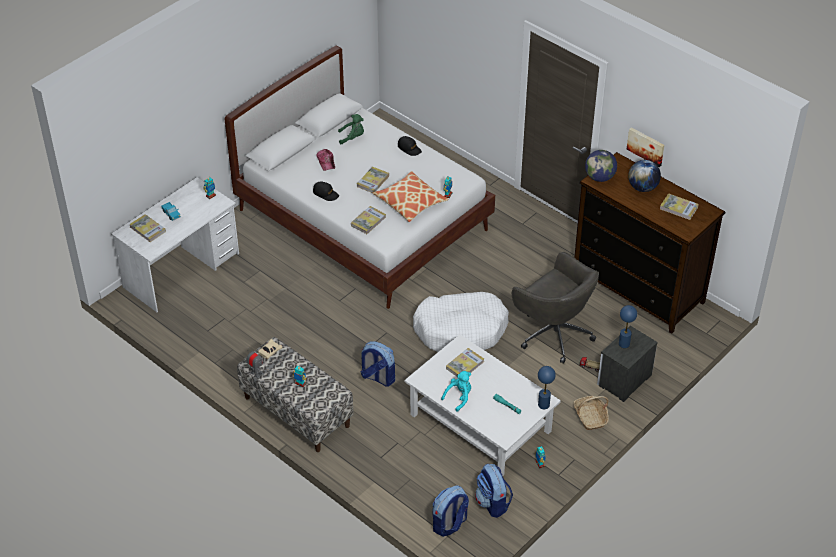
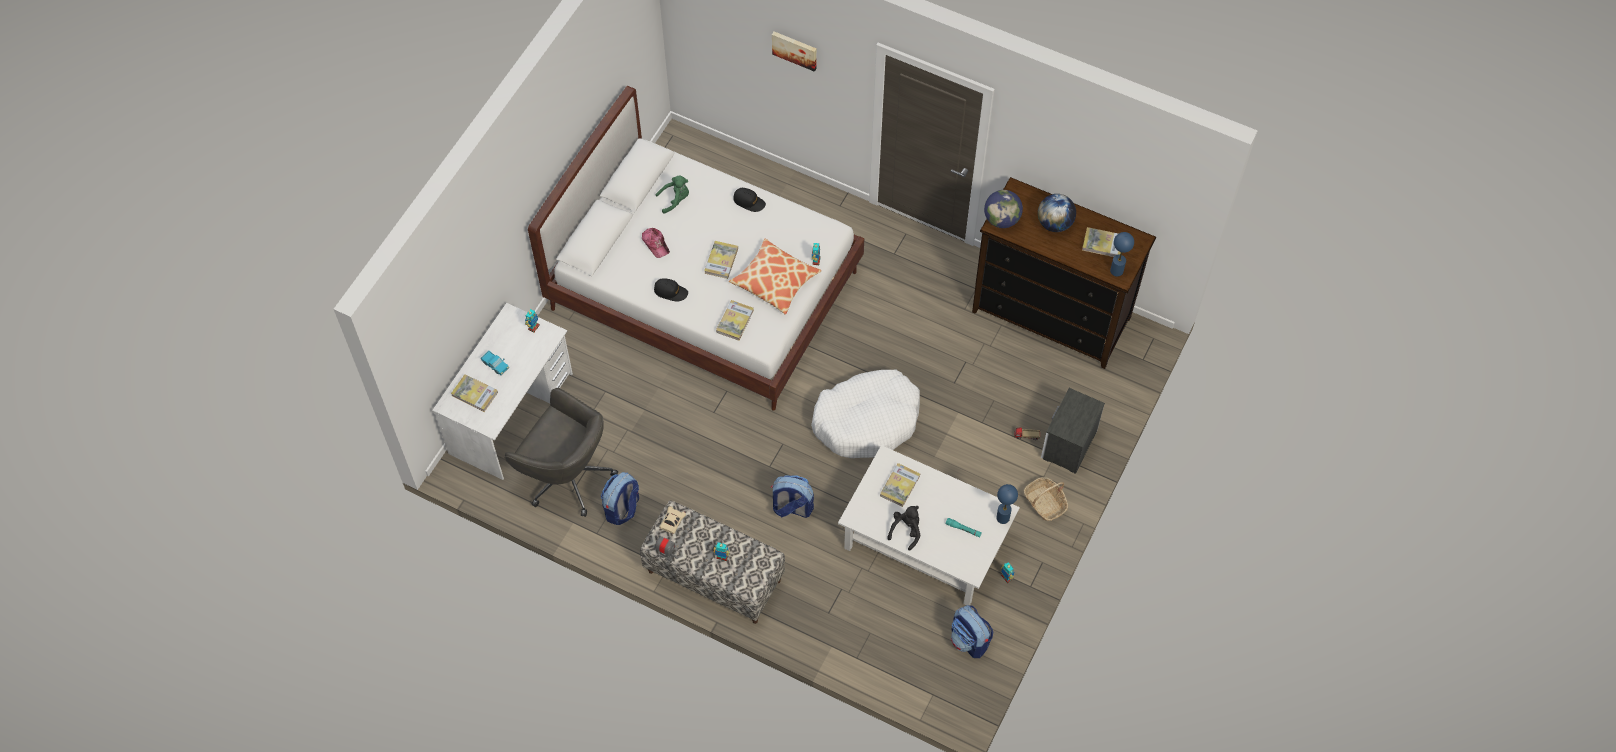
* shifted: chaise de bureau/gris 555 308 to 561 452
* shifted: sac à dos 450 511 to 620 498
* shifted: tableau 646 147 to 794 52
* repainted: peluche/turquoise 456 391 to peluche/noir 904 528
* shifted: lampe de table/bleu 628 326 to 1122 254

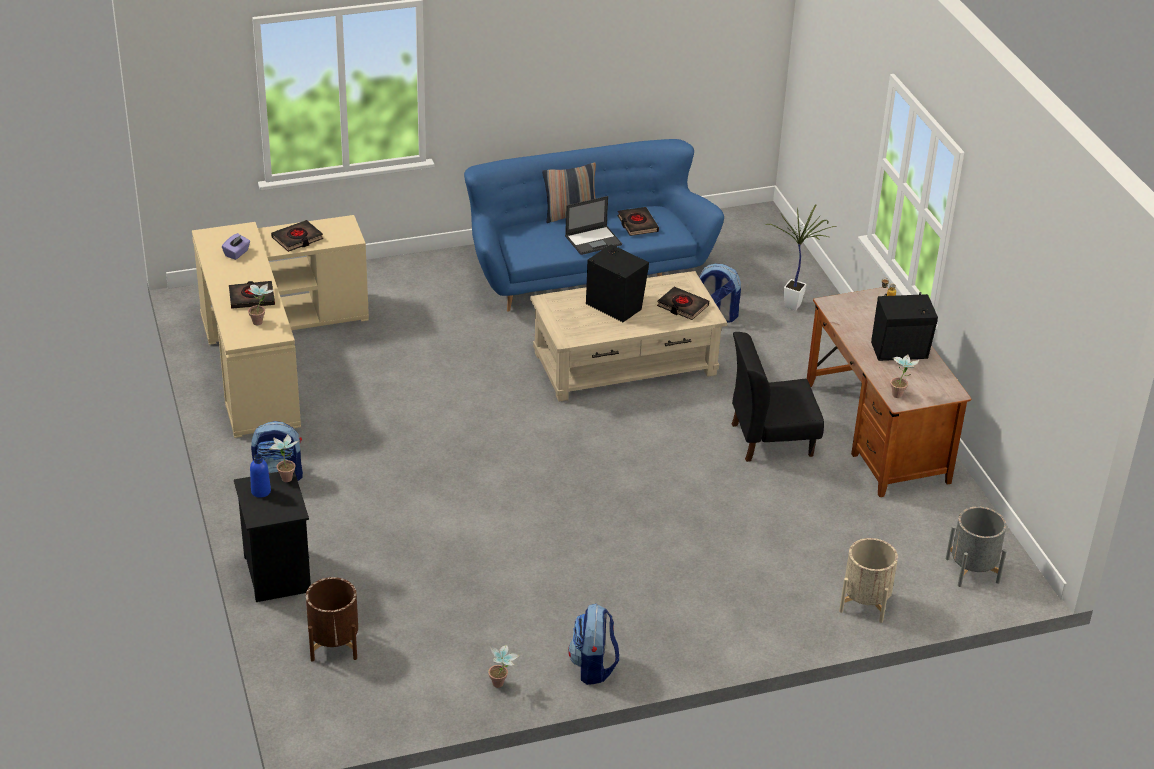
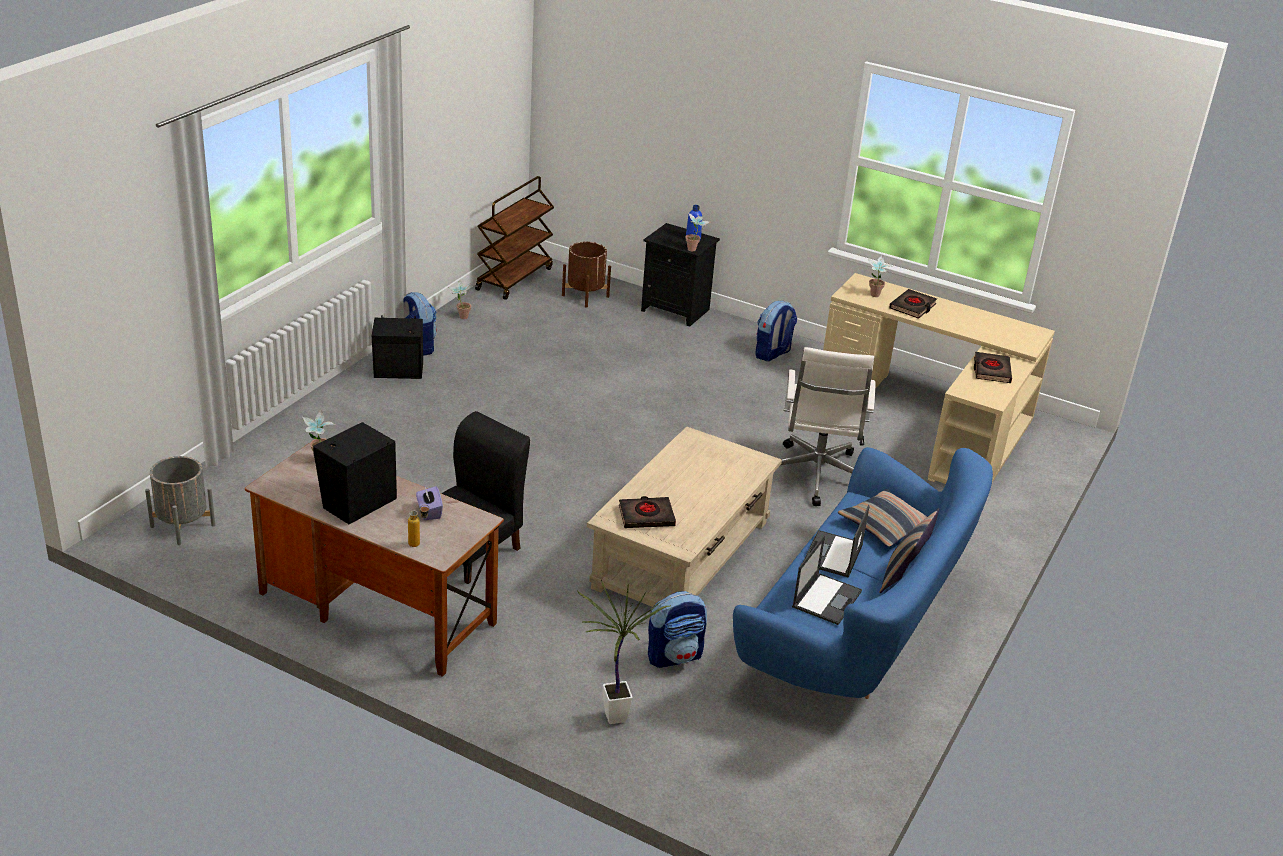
* shifted: enceinte/noir 617 283 to 397 347
* shifted: boîte à mouchoirs/violet 236 246 to 429 503
* new: chariot/marron 514 238
* new: chaise de bureau/blanc 828 426
* swapped: livre/noir 638 221 to ordinateur portable 827 580
* new: coussin 883 518
* gone: cache-pot/beige 868 580

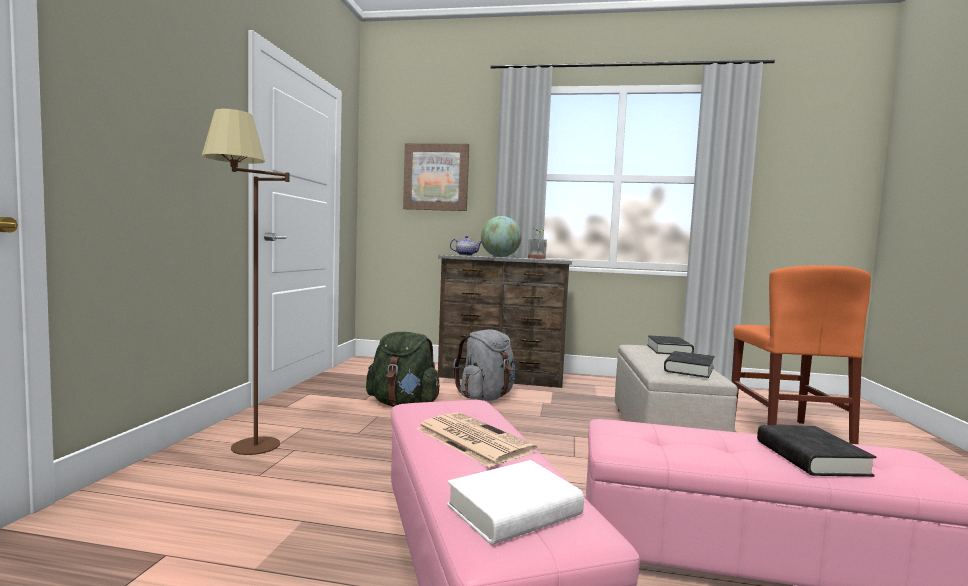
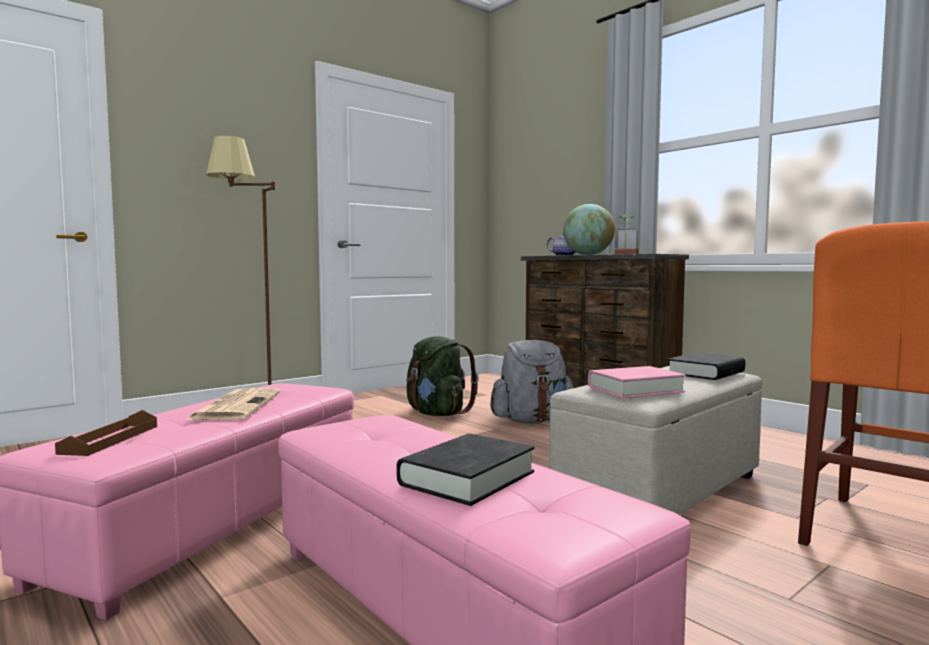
* swapped: livre/blanc 515 502 to plateau/marron 106 433
* repainted: livre/noir 689 364 to livre/rose 637 382
* gone: tableau 436 177

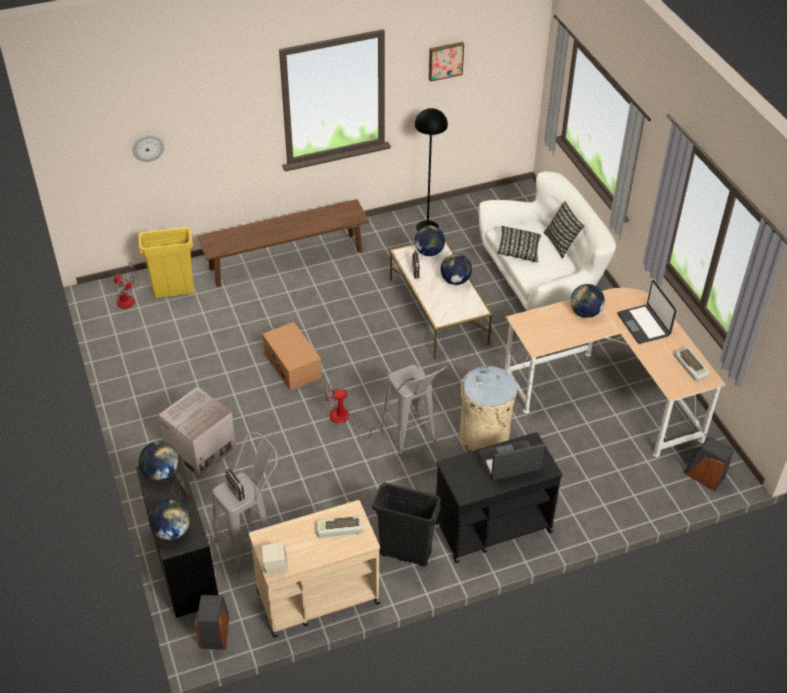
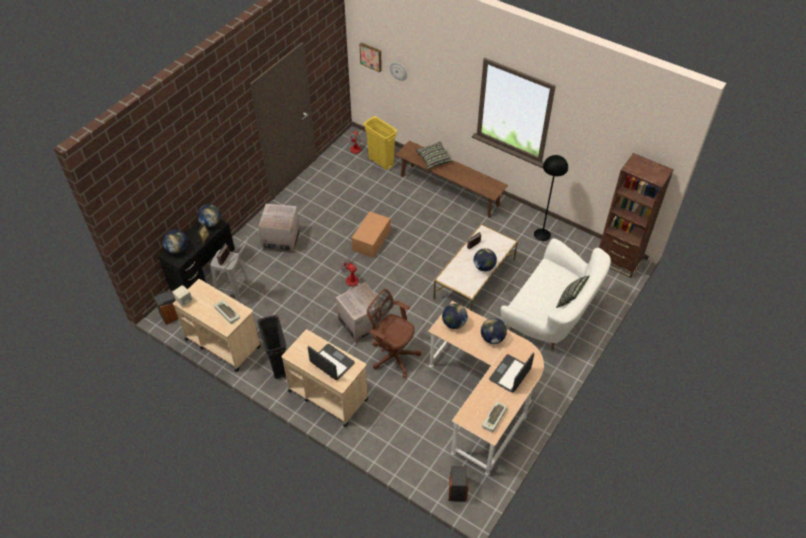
* repainted: chariot/noir 499 497 to chariot/beige 324 378
* swapped: tabouret/gris 413 410 to carton 360 312
* shifted: tableau 446 62 to 370 57
* swapped: poubelle/beige 489 408 to chaise de bureau/marron 394 333
* shifted: coussin 519 244 to 434 155
* shifted: globe 430 241 to 455 316
* new: bibliothèque/marron 636 215

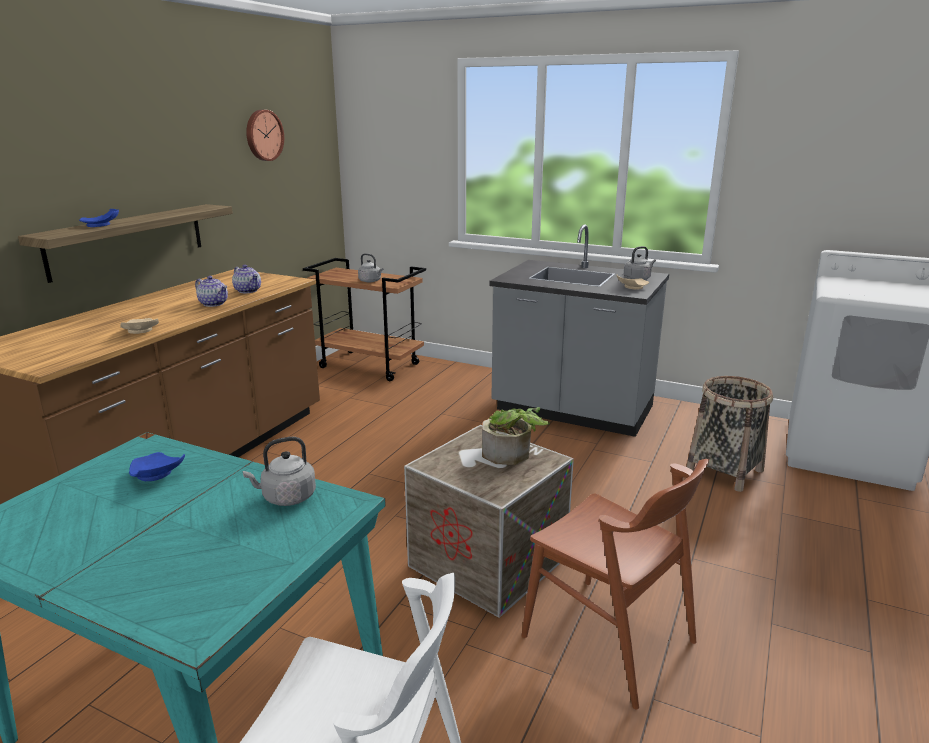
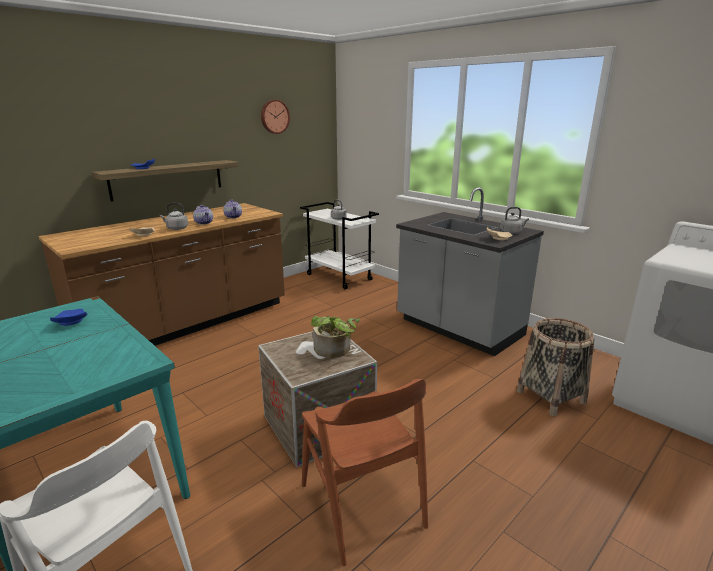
* shifted: bouilloire/gris 279 471 to 174 216
* repainted: chariot/marron 364 319 to chariot/blanc 339 245

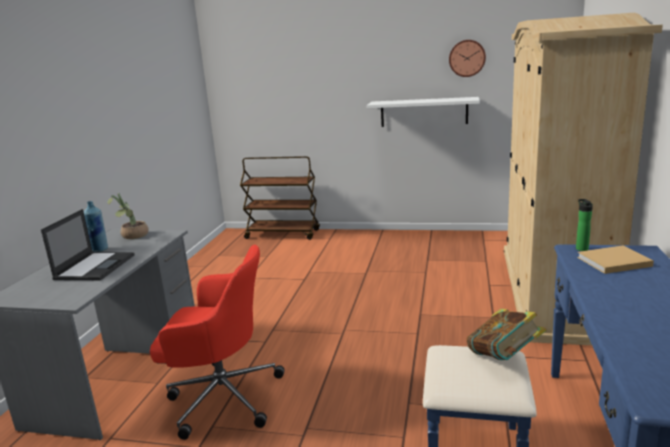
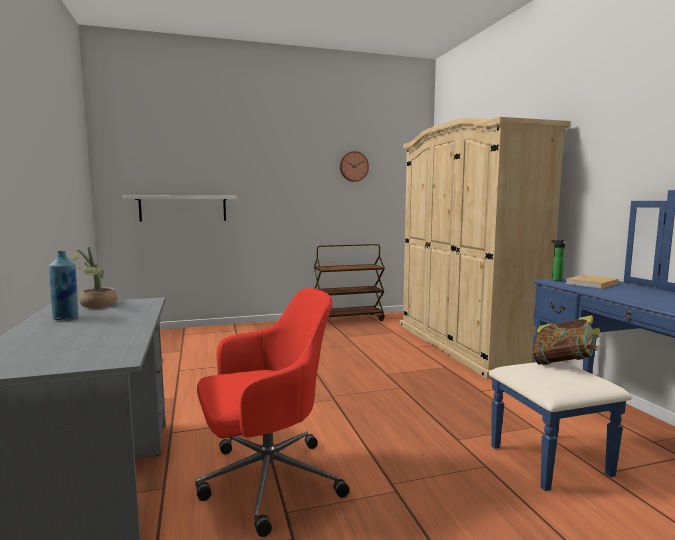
* shifted: étagère/blanc 423 112 to 180 208
* shifted: chariot/marron 280 198 to 349 282
* gone: ordinateur portable 88 244

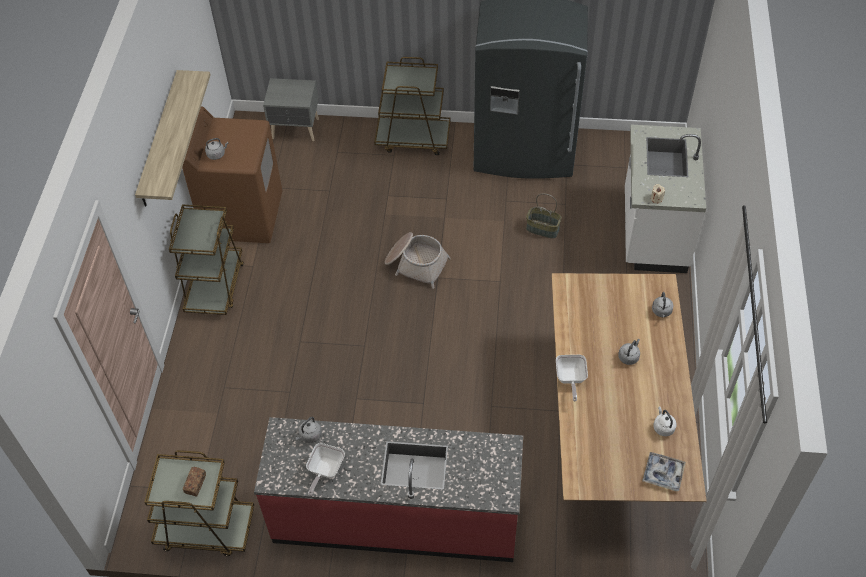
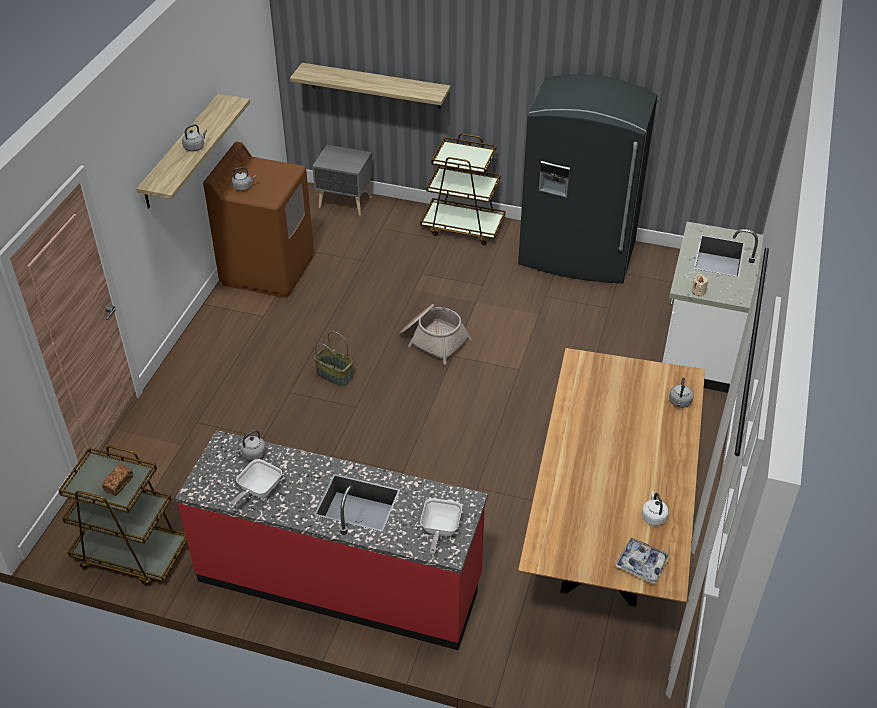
* shifted: bouilloire/gris 629 352 to 194 137
* new: étagère 370 85
* shifted: panier 544 216 to 333 359
* shifted: poêle 572 378 to 441 526
* gone: chariot/marron 206 260

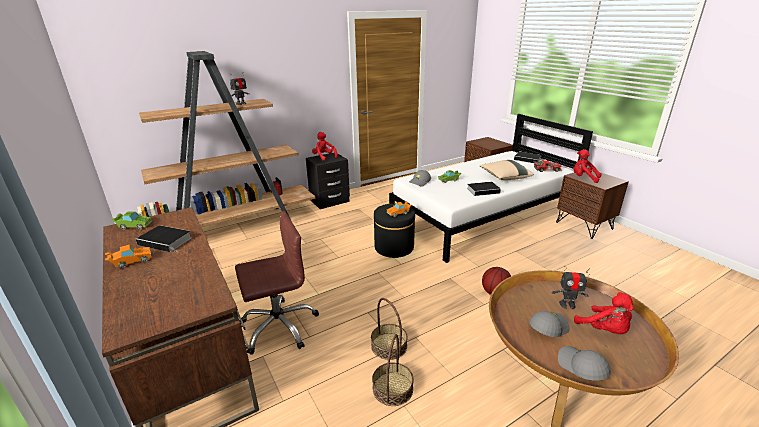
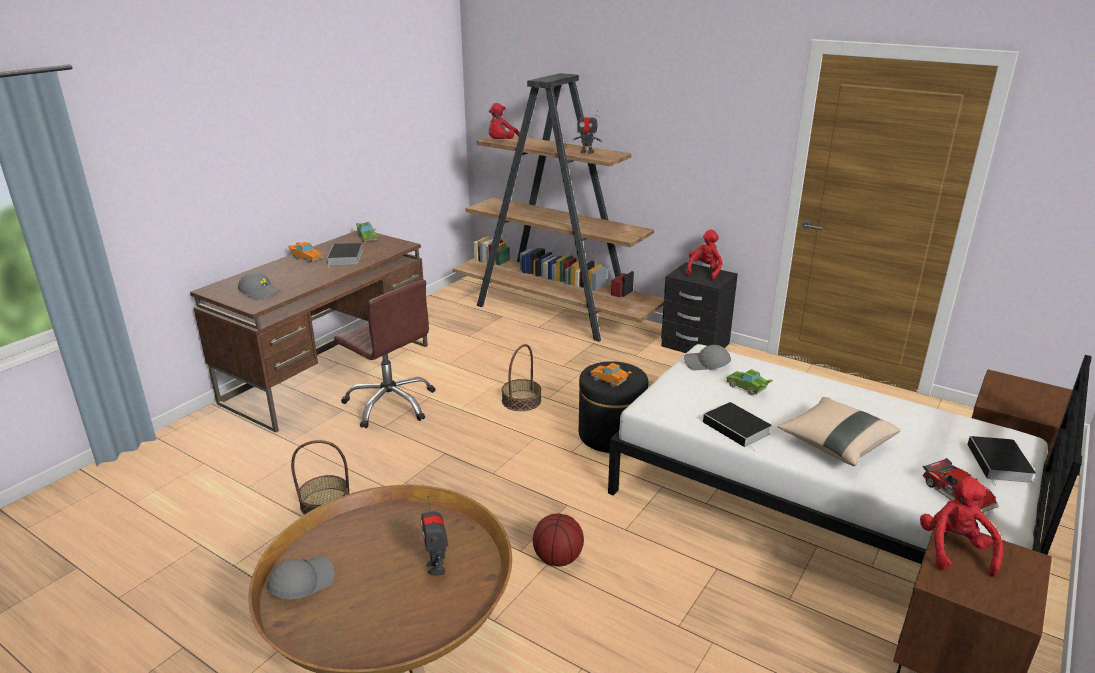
* shifted: casquette/gris 549 324 to 259 286
* shifted: peluche/rouge 603 313 to 504 121
* shifted: panier 389 329 to 521 377

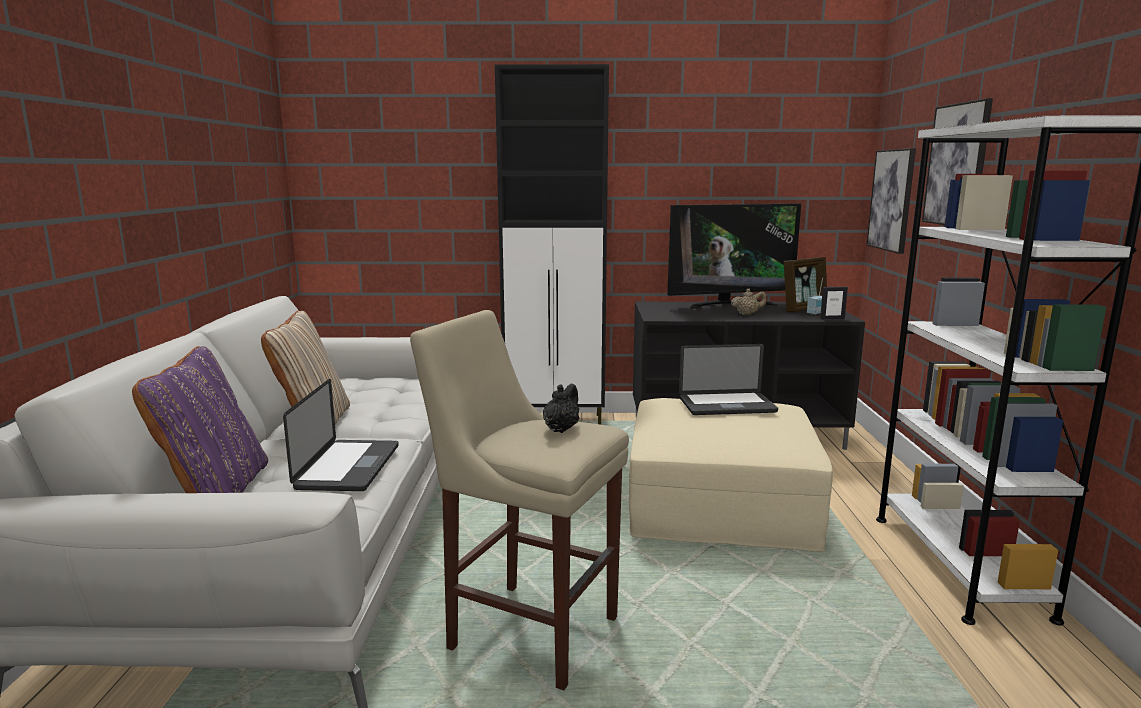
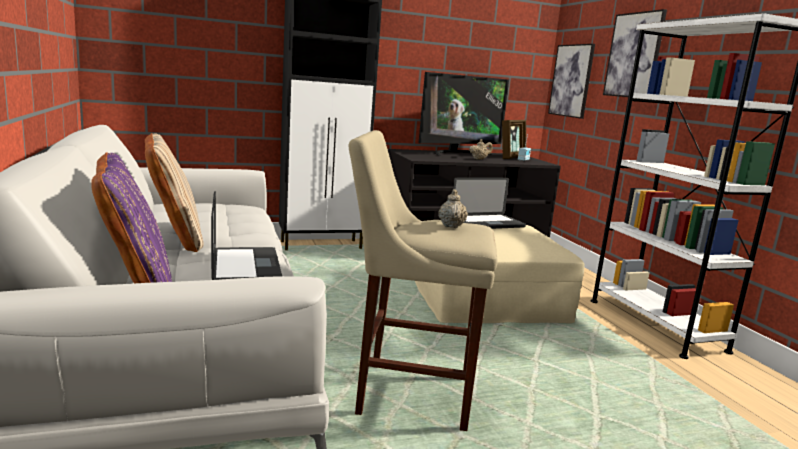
* repainted: théière/noir 561 408 to théière/beige 453 208
* gone: cadre photo 834 303

